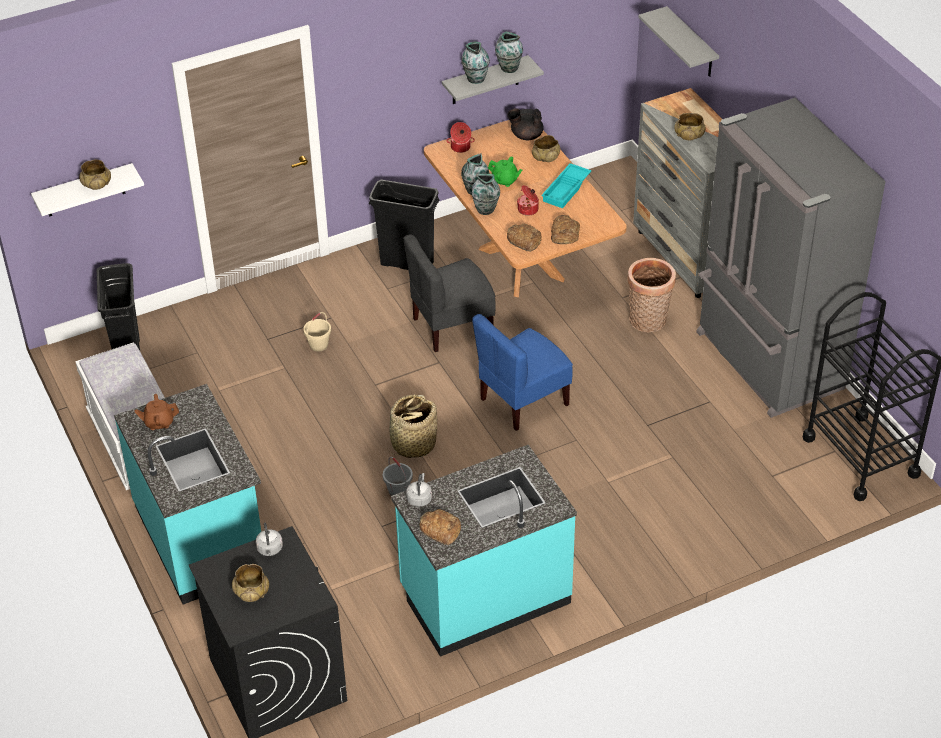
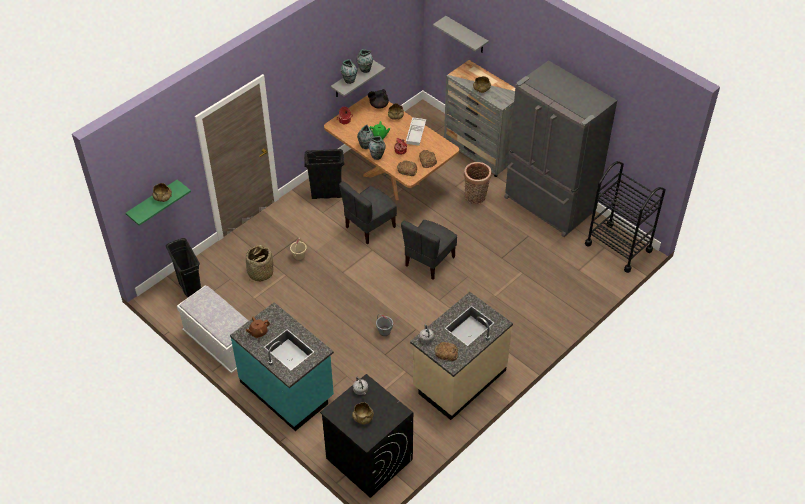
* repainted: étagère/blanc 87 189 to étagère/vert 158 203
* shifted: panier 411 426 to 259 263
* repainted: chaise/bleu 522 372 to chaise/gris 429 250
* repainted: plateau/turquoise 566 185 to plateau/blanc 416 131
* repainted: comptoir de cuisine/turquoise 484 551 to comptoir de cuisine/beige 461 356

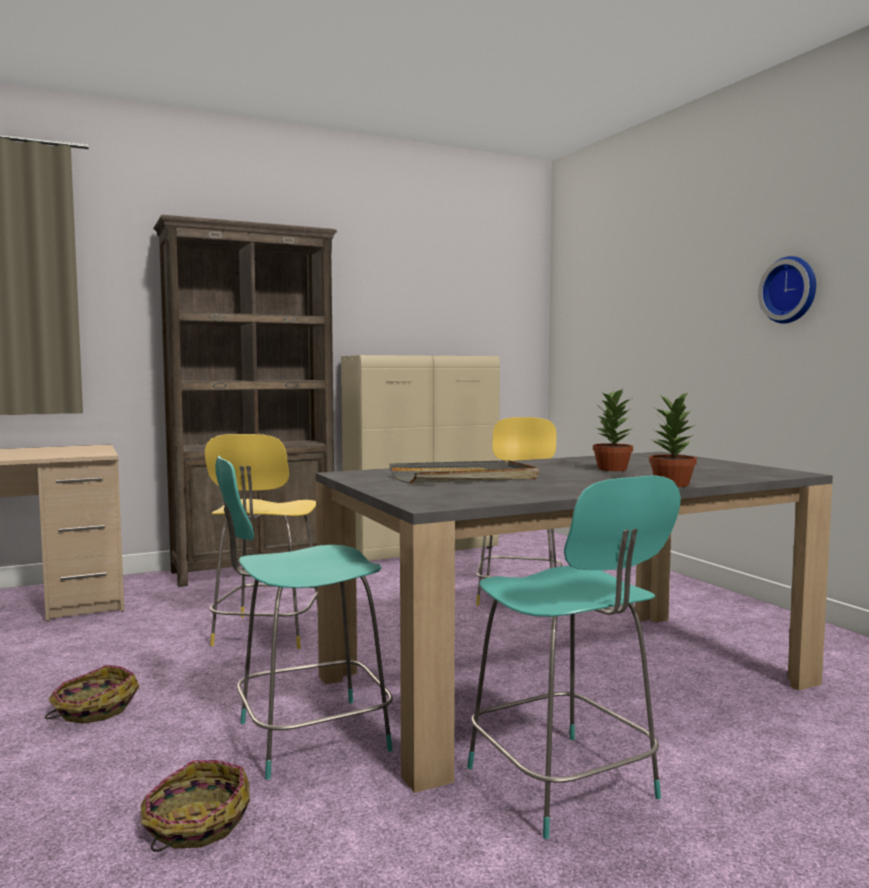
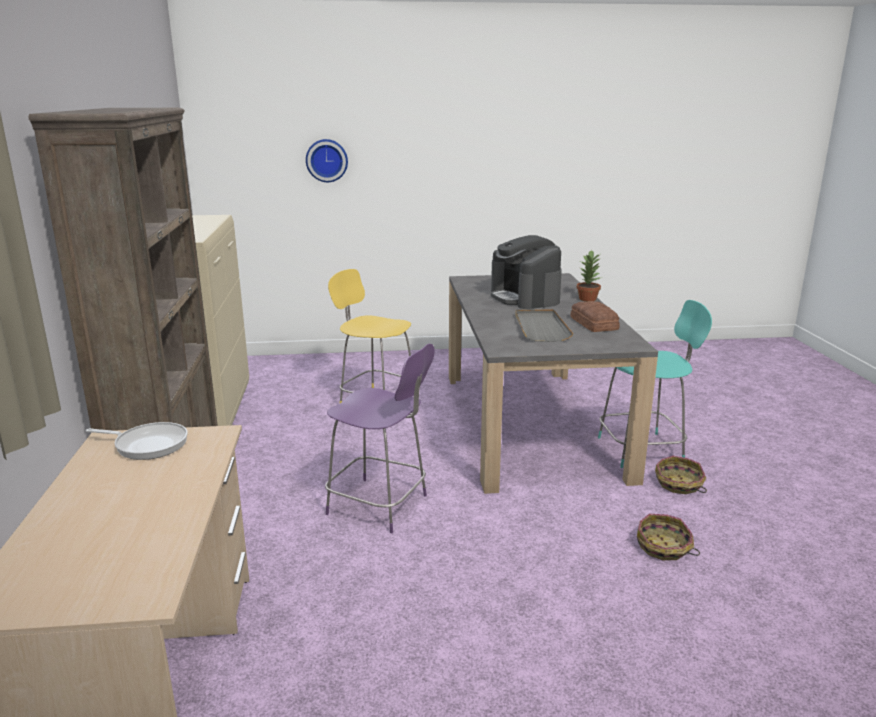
* new: poêle 137 441
* shifted: horloge murale 787 290 to 327 160
* repainted: tabouret/jaune 261 541 to tabouret/violet 380 438
* swapped: plante en pot 613 430 to machine à café 526 272
* new: pain 595 316
* shifted: panier 92 694 to 681 475
* gone: chaise/turquoise 304 618

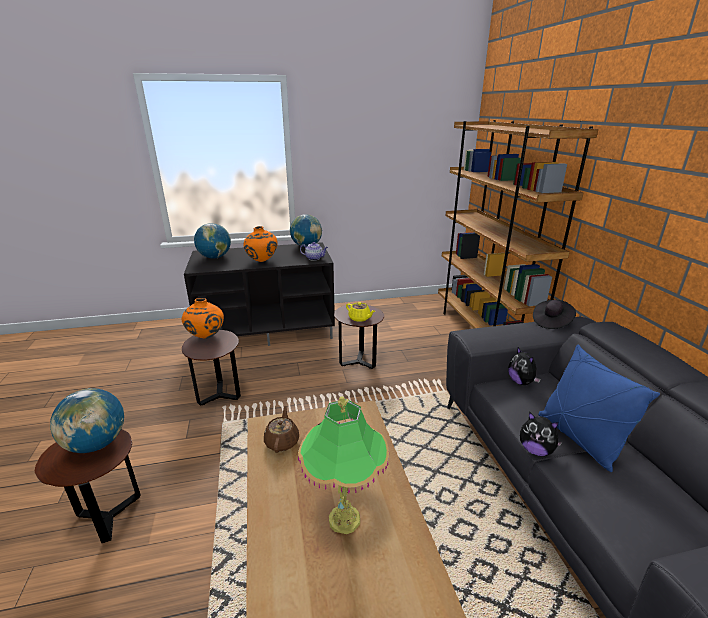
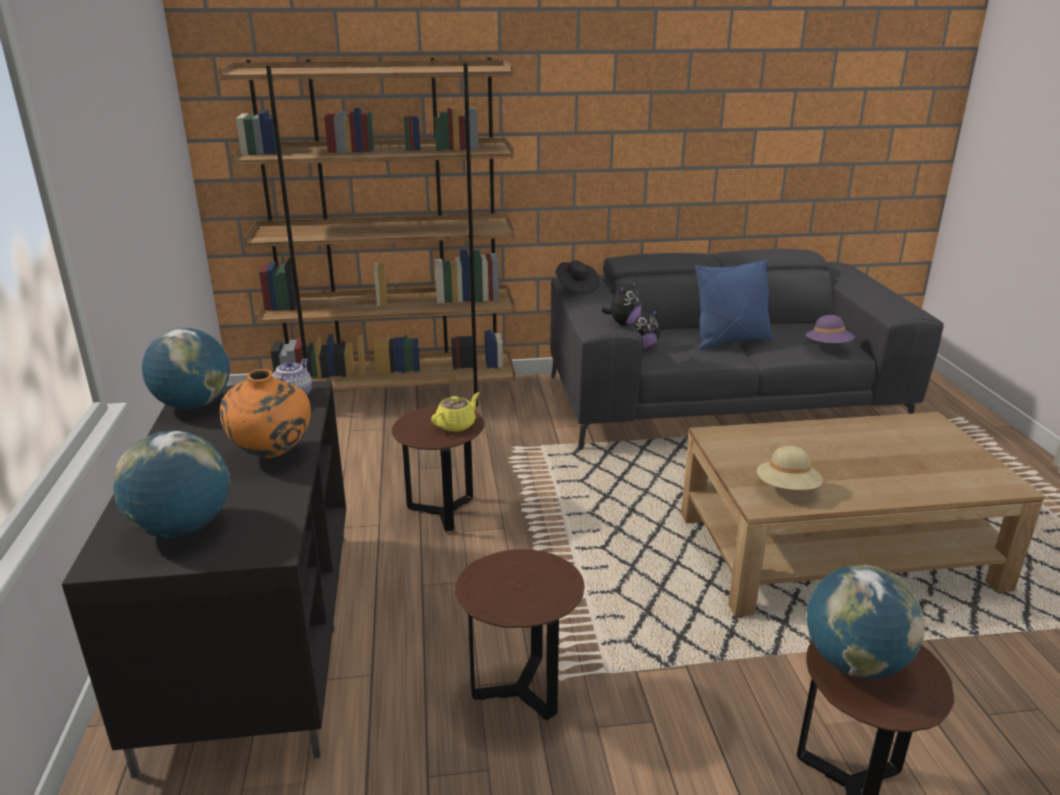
* shifted: peluche 541 434 to 622 302
* swapped: théière/marron 281 429 to chapeau/beige 790 468
* new: chapeau/violet 830 329
* gone: vase/orange 203 318
* gone: lampe de table 343 465

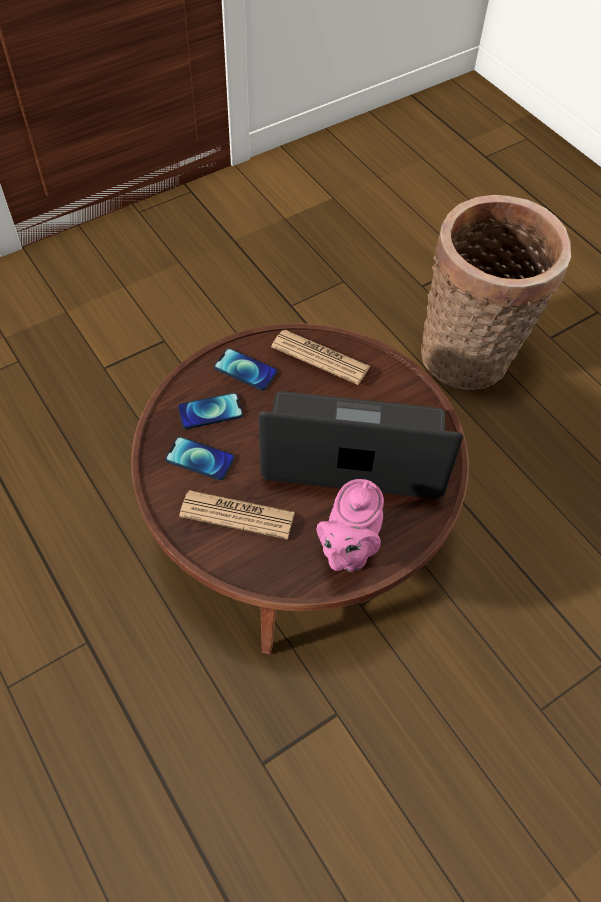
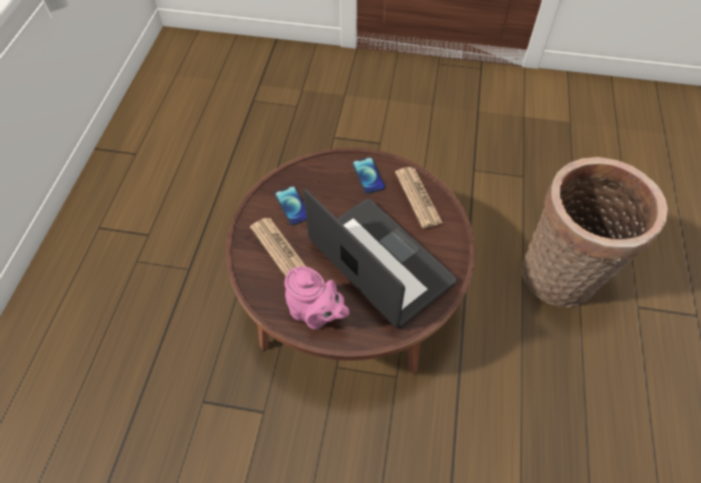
* rotated: théière/rose 350 525 = 316 298 120 degrees counterclockwise
* gone: téléphone 210 411

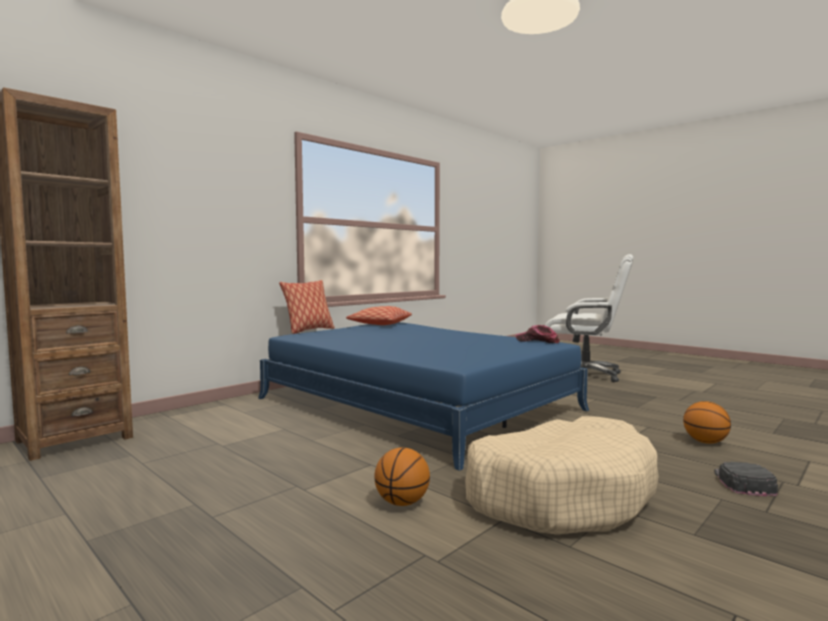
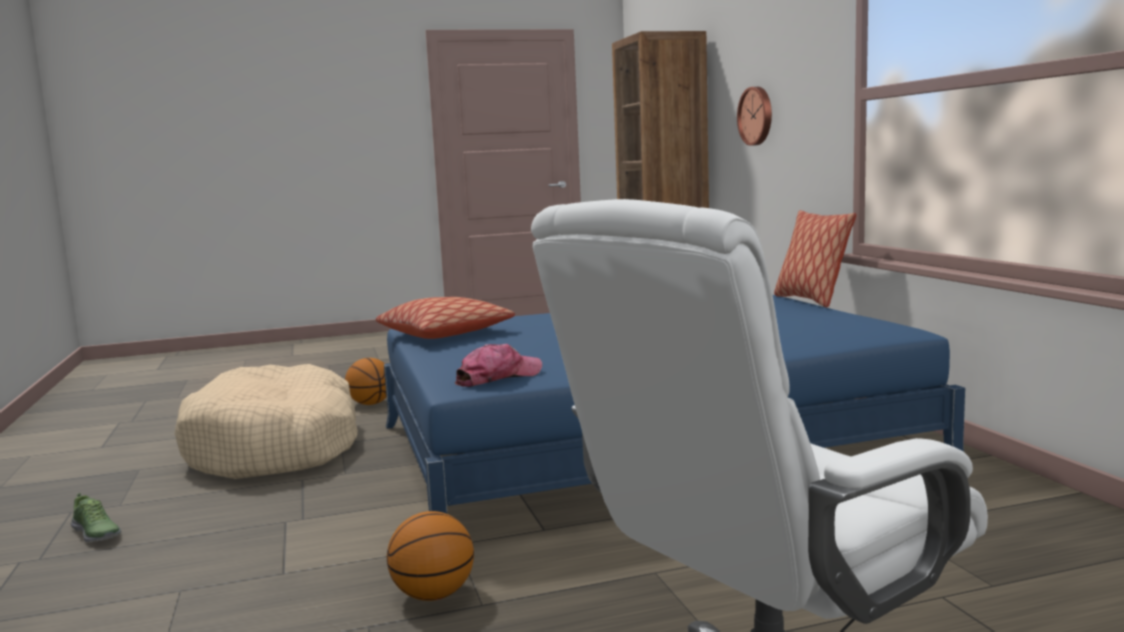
* swapped: casquette/noir 746 479 to chaussure 96 517
* shifted: coussin 379 315 to 445 318
* shifted: ballon de basket 707 422 to 430 556
* new: horloge murale 754 116

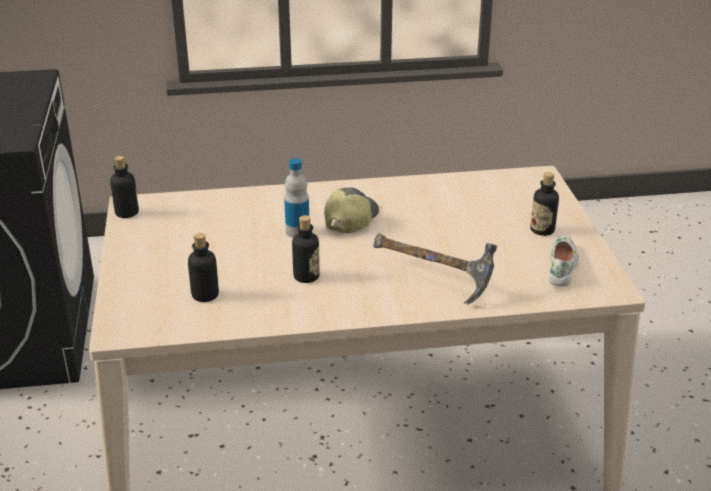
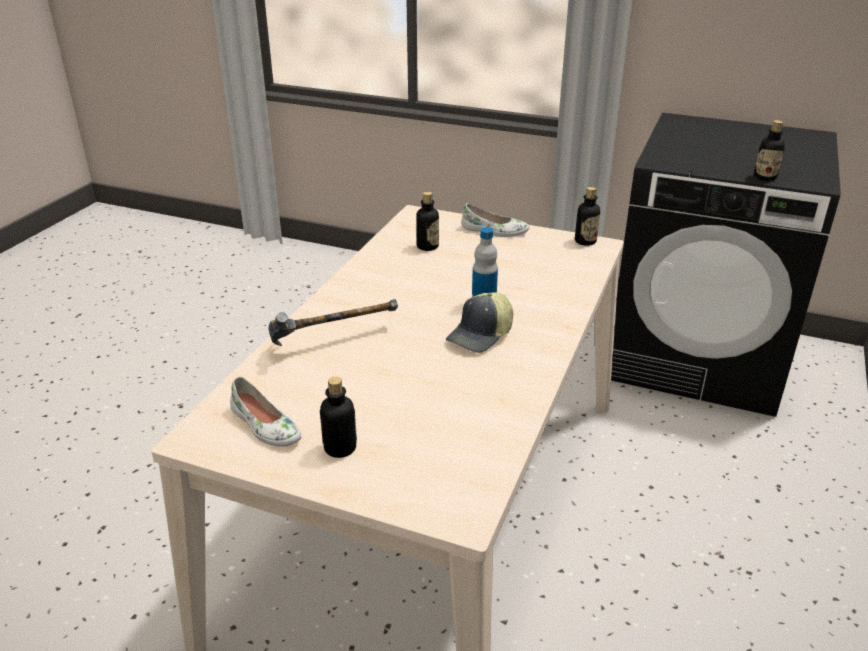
* rotated: casquette 351 210 = 479 322 75 degrees clockwise
* new: chaussure/blanc 495 220
* shifted: bouteille 306 249 to 769 150

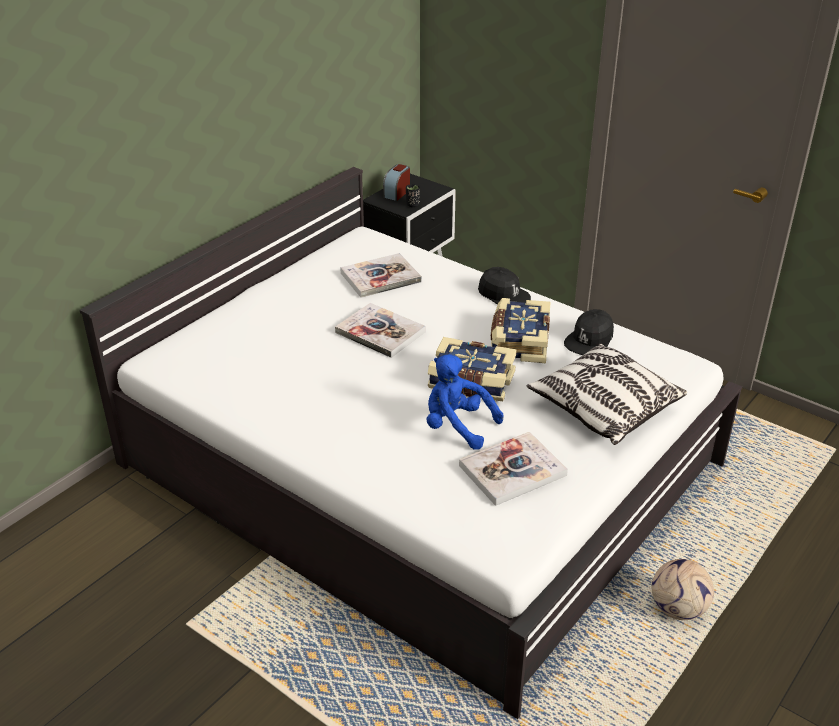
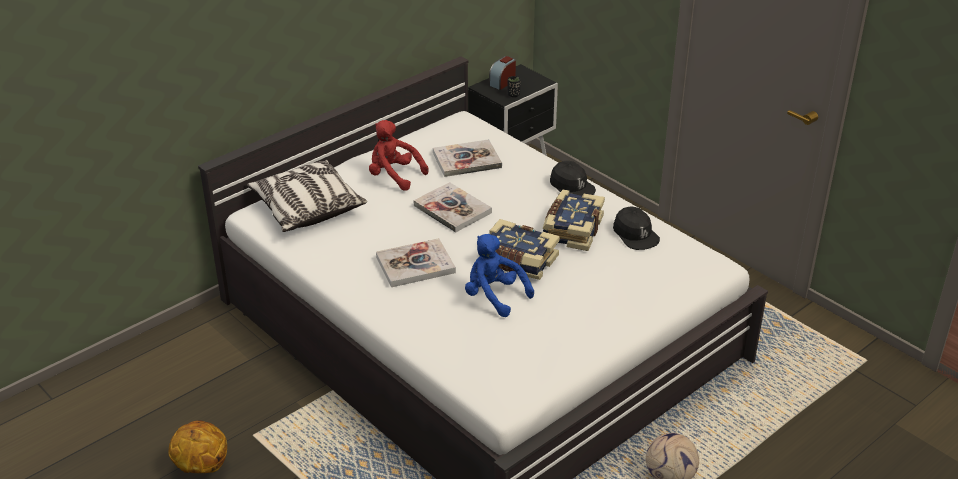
* new: ballon de basket 197 446
* shifted: coussin 607 394 to 307 196
* new: peluche/rouge 399 155
* shifted: livre 513 469 to 416 262
* rotated: casquette/noir 589 332 = 636 228 75 degrees counterclockwise

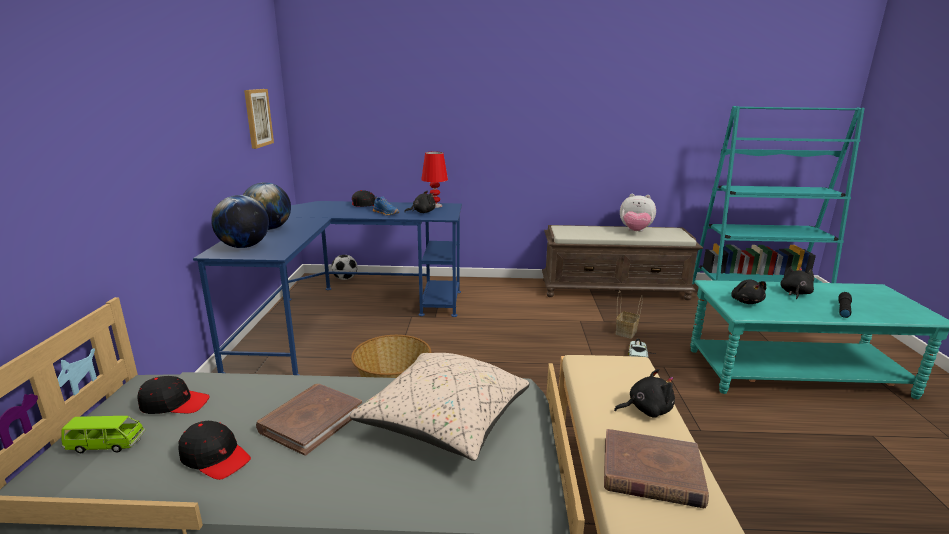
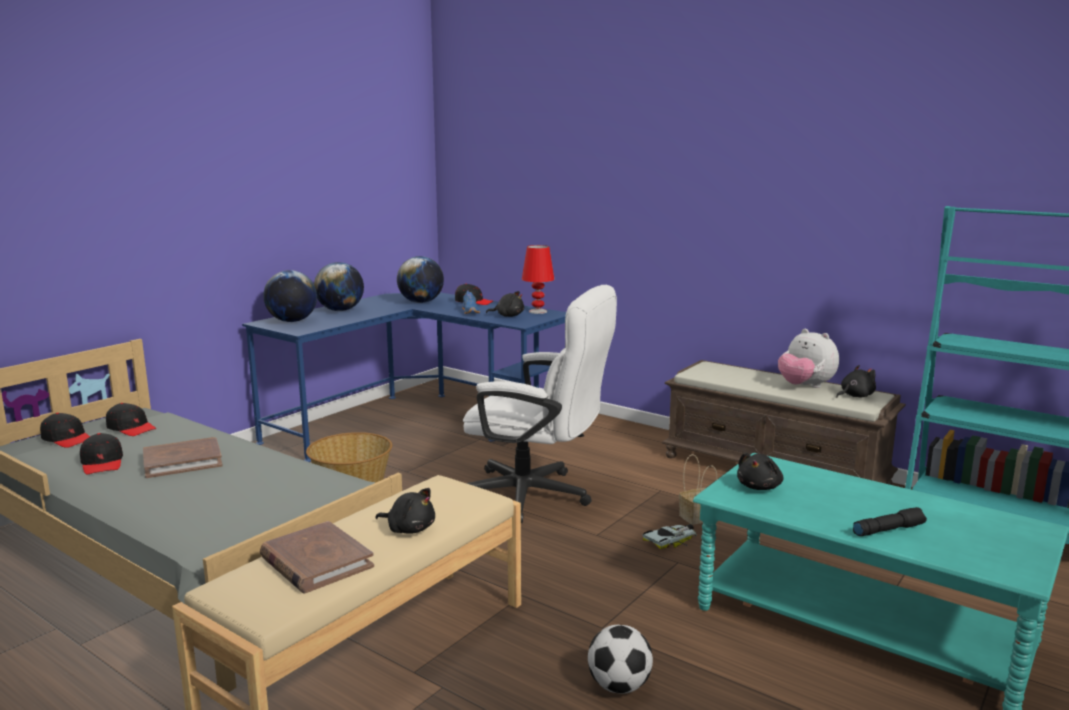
* swapped: petite voiture/vert 103 434 to casquette/noir 65 430
* new: globe 420 279
* new: chaise de bureau/blanc 540 404
* shifted: ballon de foot 344 267 to 620 659
* shifted: peluche/noir 797 282 to 856 381
* gone: tableau 259 119
* gone: coussin/beige 440 407

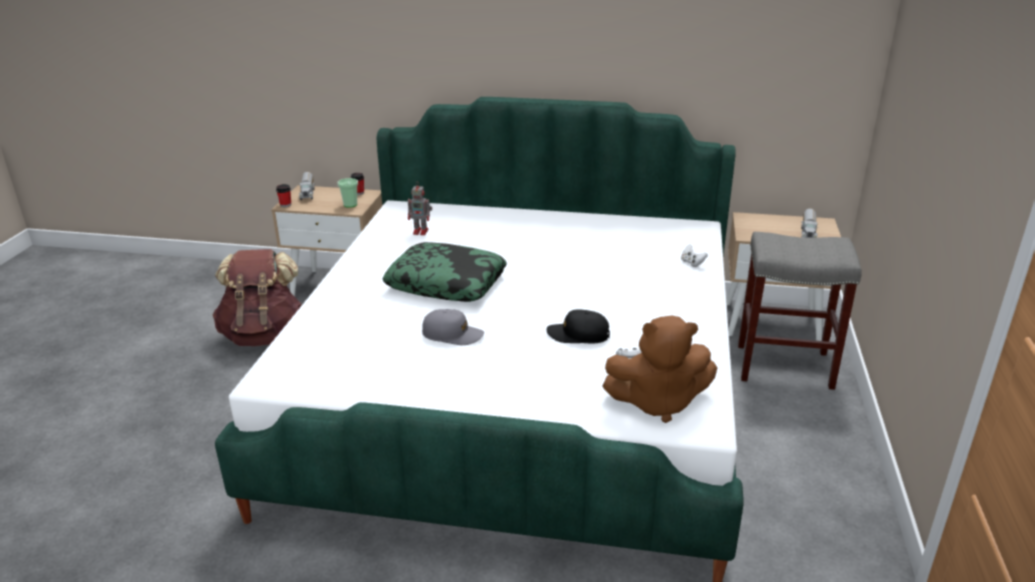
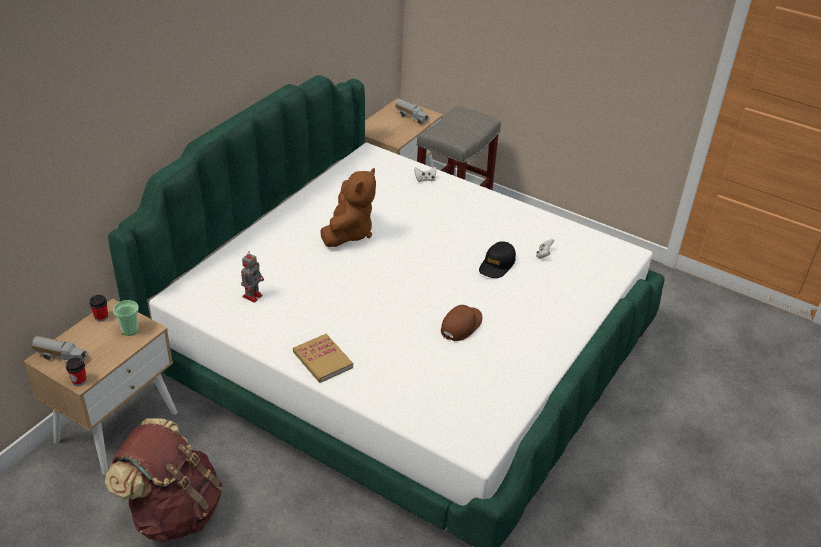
* new: livre 323 358
* shifted: peluche/marron 659 369 to 348 207
* repainted: casquette/gris 453 327 to casquette/marron 461 323
* gone: coussin 444 272

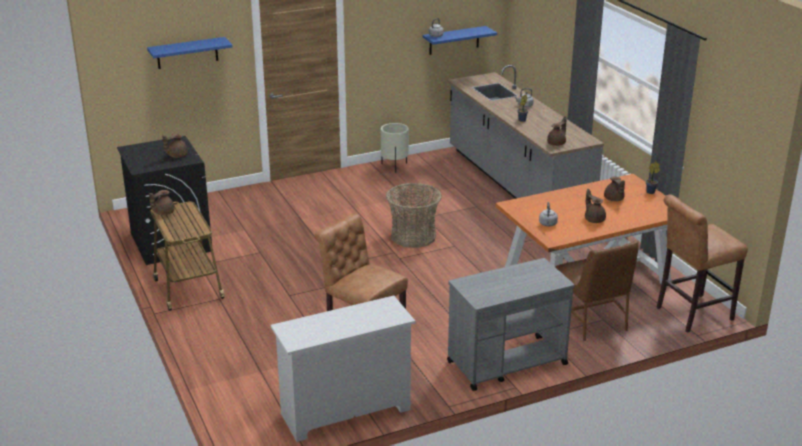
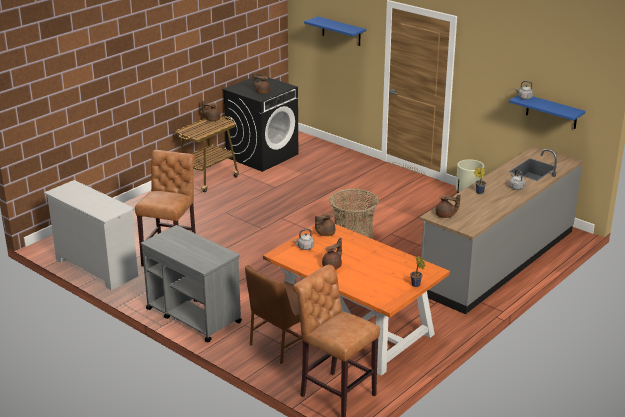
* shifted: théière/marron 614 189 to 325 224

